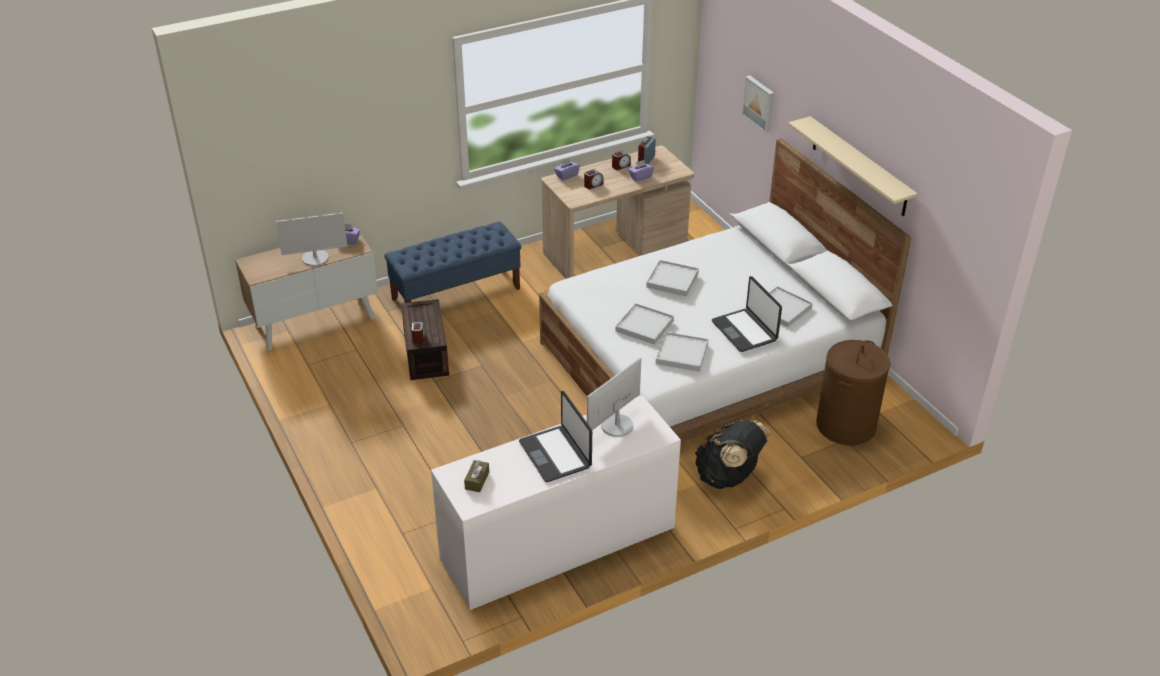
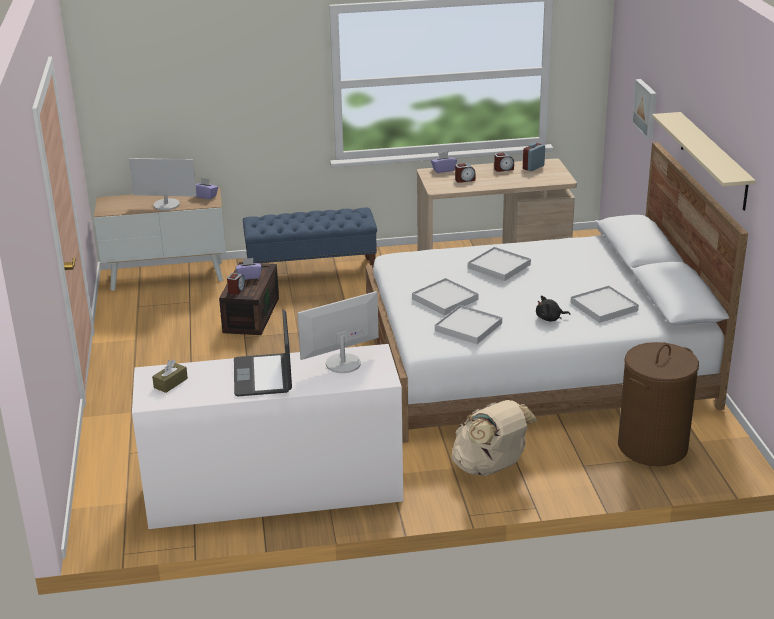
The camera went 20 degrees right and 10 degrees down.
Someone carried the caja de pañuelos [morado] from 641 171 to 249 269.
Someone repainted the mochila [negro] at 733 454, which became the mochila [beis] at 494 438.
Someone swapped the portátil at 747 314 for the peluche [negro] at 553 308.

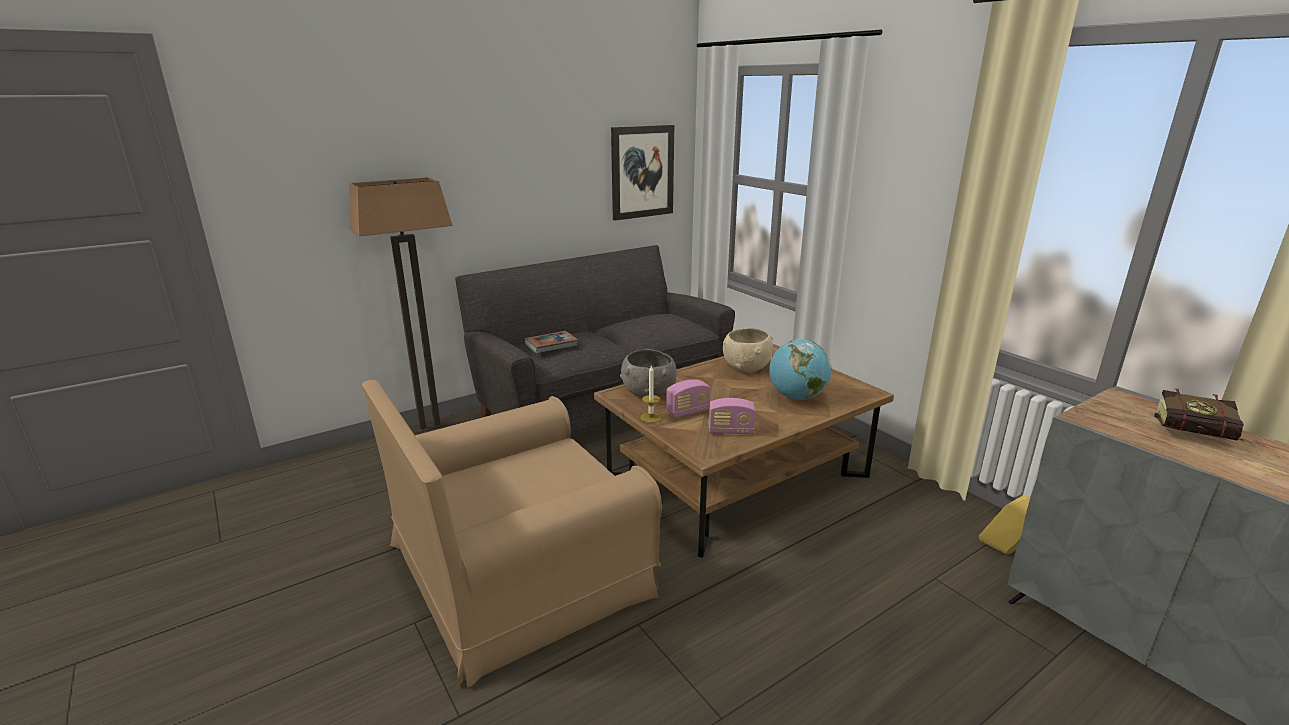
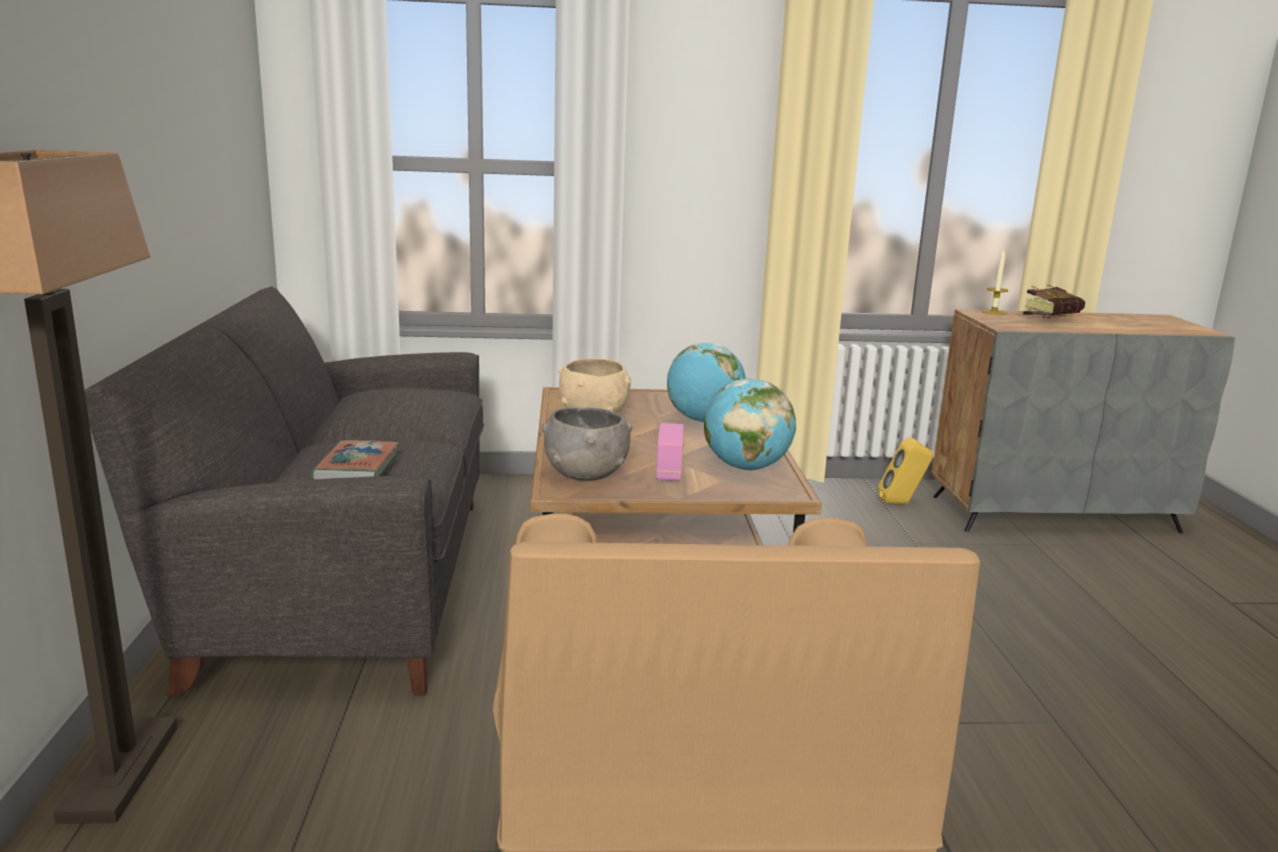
The camera went 60 degrees left and 5 degrees down.
Someone swapped the radio at 732 416 for the globo terráqueo at 750 424.
Someone carried the vela from 651 394 to 995 282.
Someone took away the cuadro at 642 173.

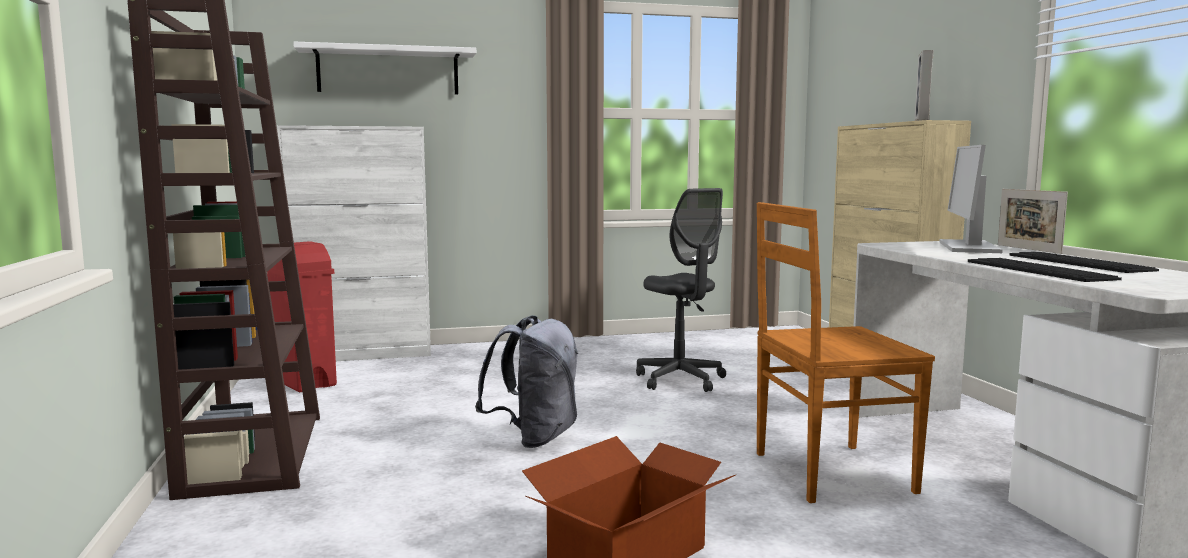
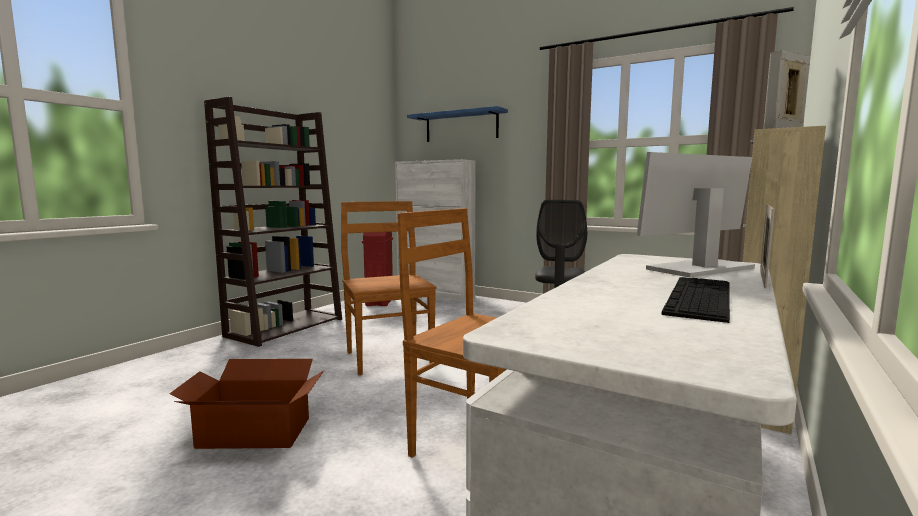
The camera went 45 degrees right and 0 degrees up.
Someone swapped the mochila [gris] at 526 381 for the silla [marrón] at 389 288.
Someone repainted the estante [blanco] at 384 68, which became the estante [azul] at 457 124.
Someone took away the teclado at 1045 270.

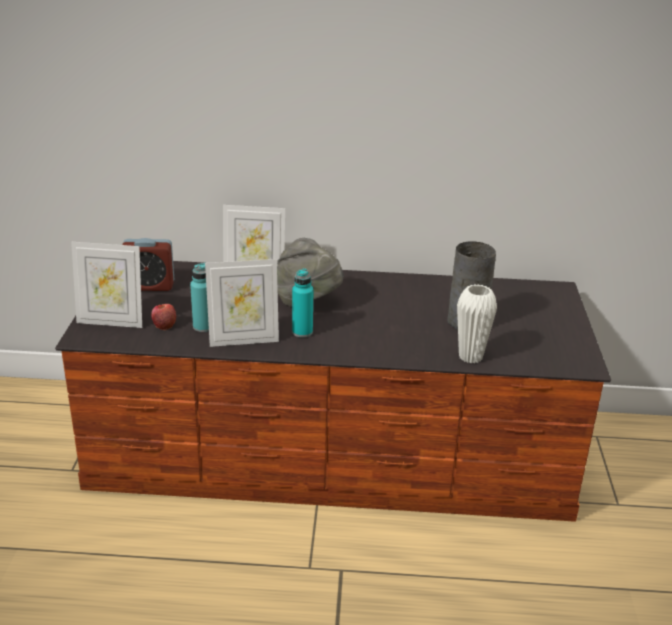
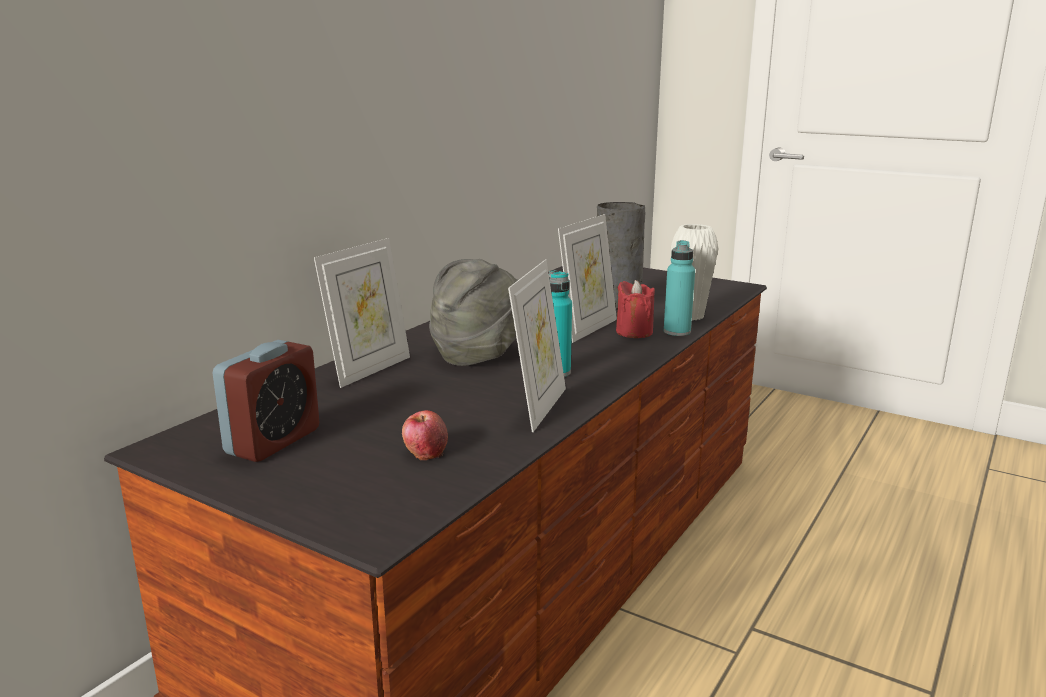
The camera went 60 degrees left and 10 degrees down.
Someone carried the portarretratos from 106 285 to 587 278.
Someone put down the vela [rojo] at 635 309.
Someone carried the botella [turquesa] from 199 297 to 679 288.

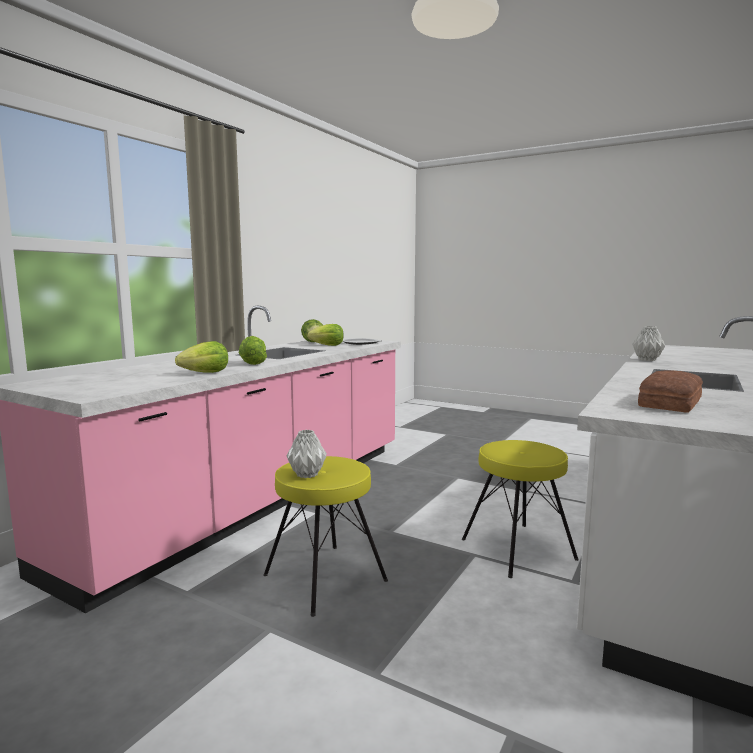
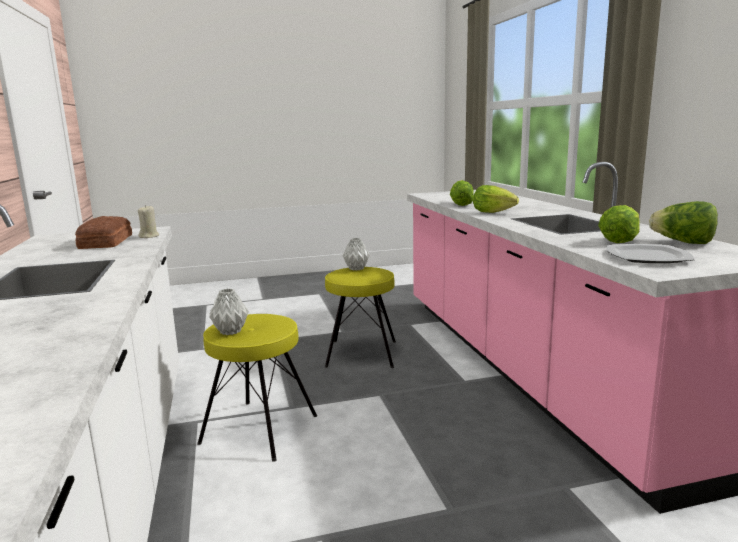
The camera went 135 degrees right and 5 degrees up.
Someone put down the vela [beis] at 148 221.
Someone carried the florero [gris] from 648 343 to 229 311.

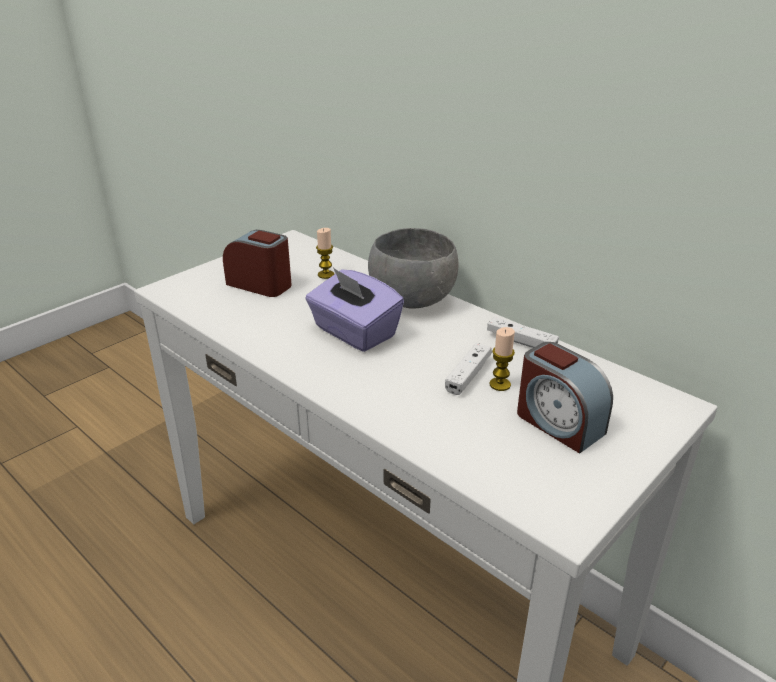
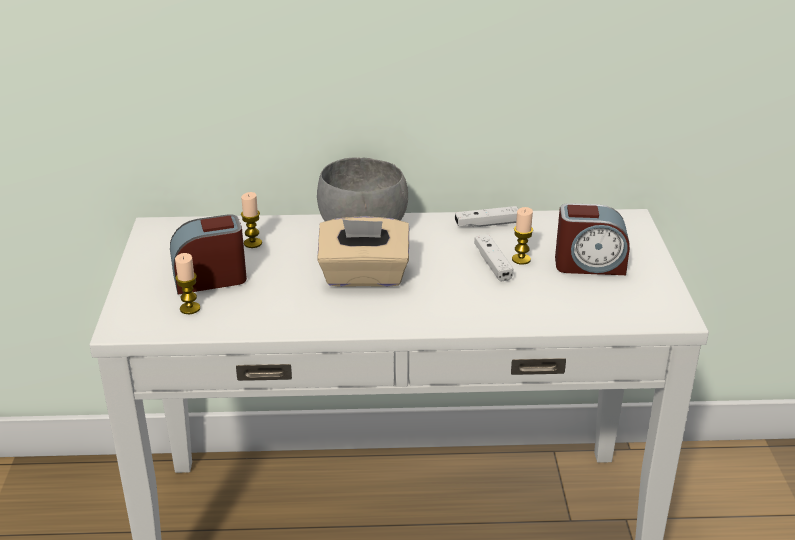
The camera went 45 degrees left and 0 degrees up.
Someone put down the vela at 187 283.
Someone repainted the caja de pañuelos [morado] at 354 310, which became the caja de pañuelos [beis] at 363 251.

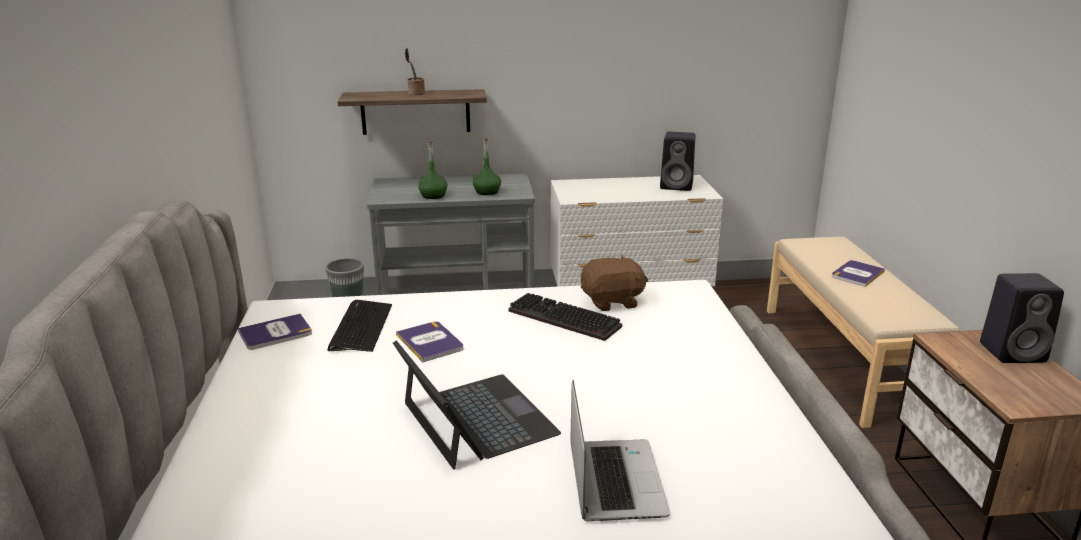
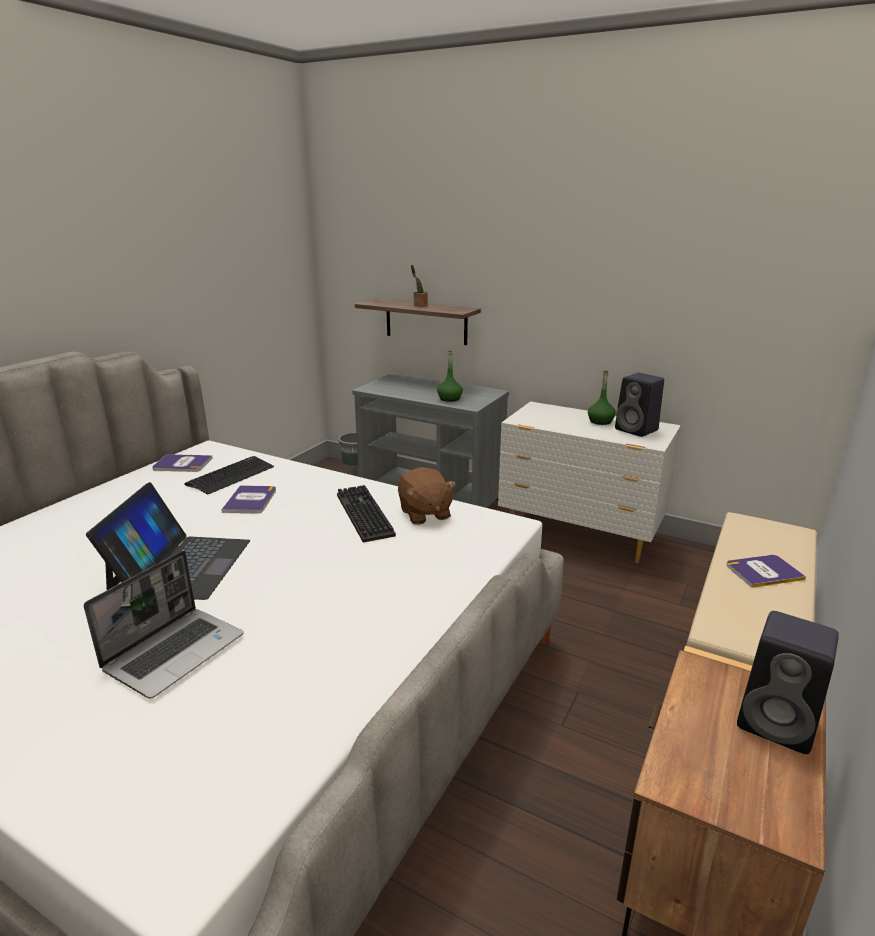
The camera went 35 degrees right and 0 degrees up.
Someone rotated the peluche [marrón] at 614 283 by 45 degrees clockwise.
Someone carried the botella [verde] from 433 170 to 602 397.

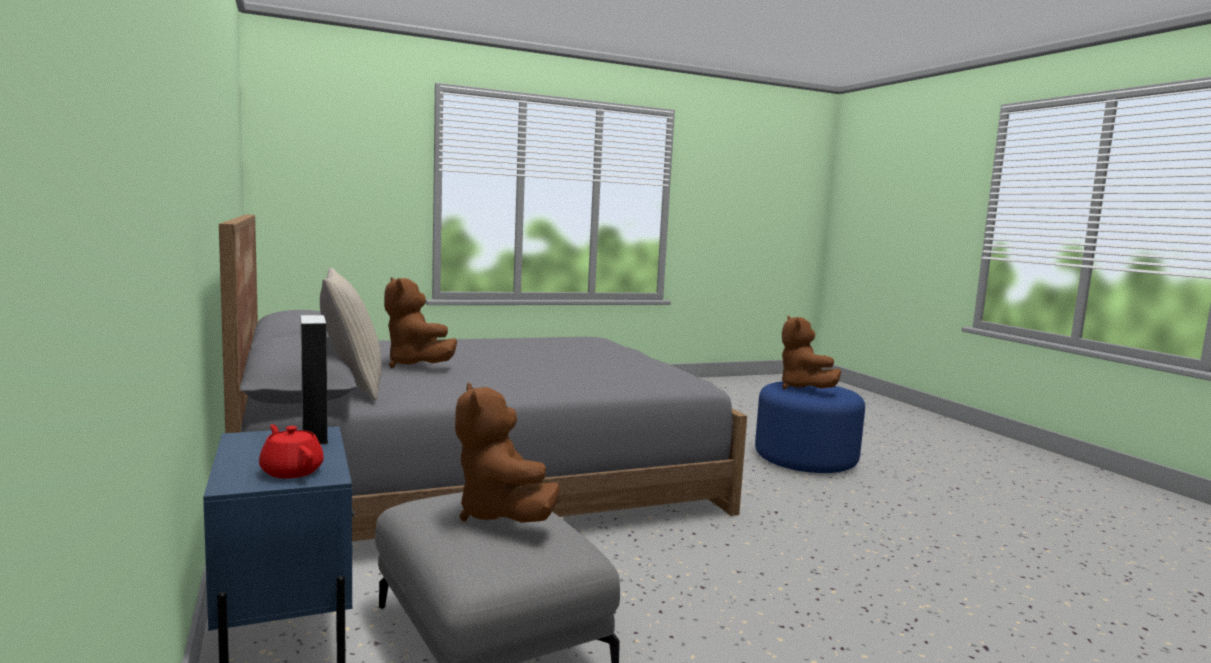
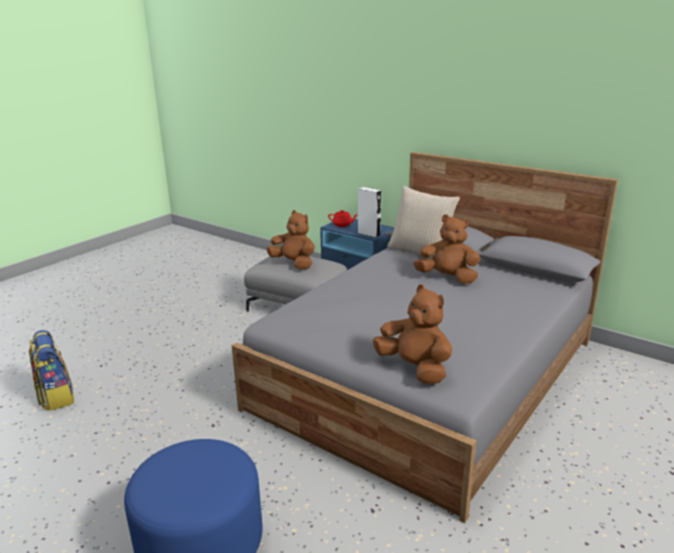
The camera went 150 degrees right and 15 degrees up.
Someone put down the mochila at 51 370.
Someone carried the peluche [marrón] from 811 352 to 412 334.

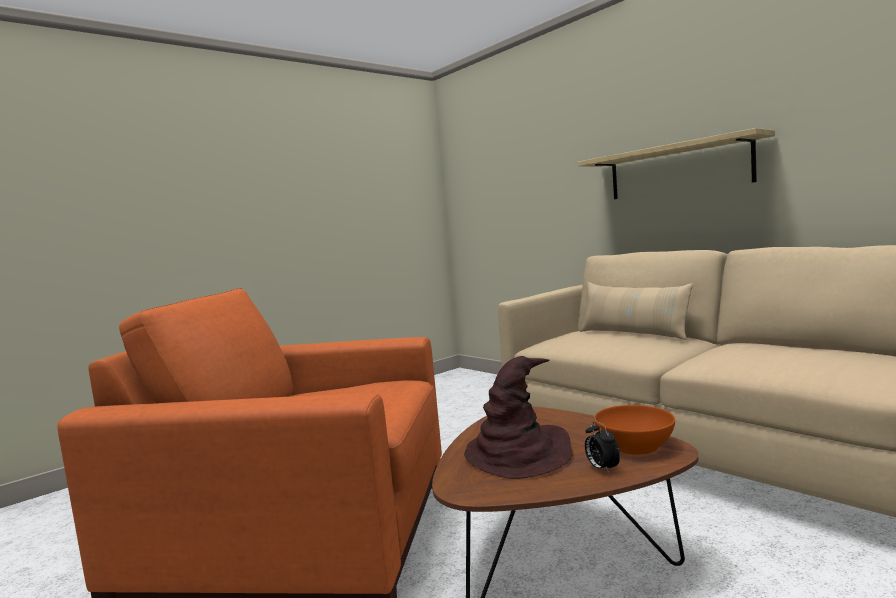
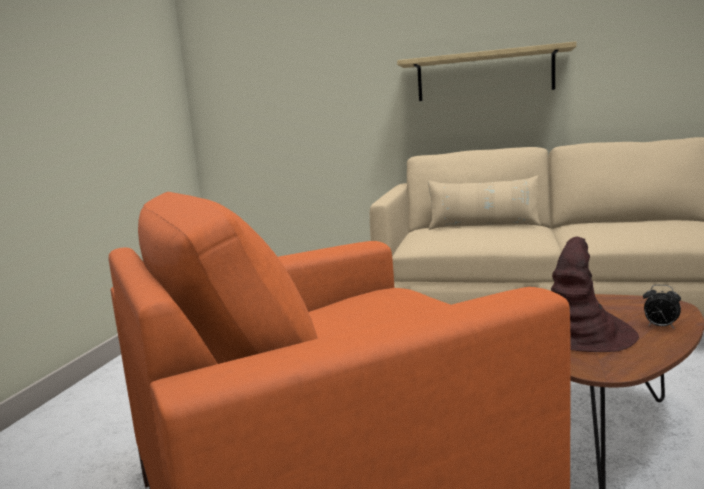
The camera went 35 degrees left and 5 degrees up.
Someone took away the cuenco [naranja] at 634 430.

